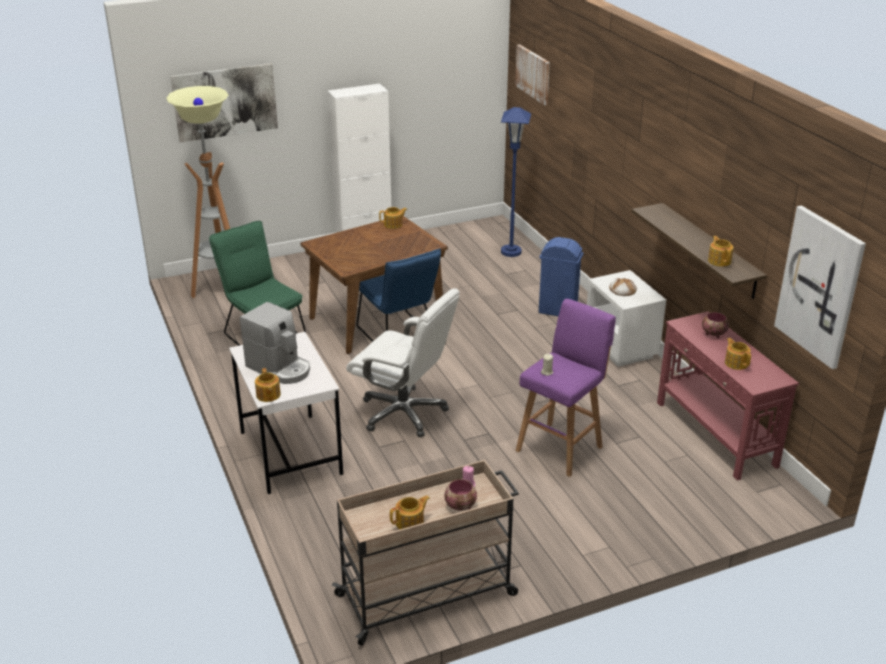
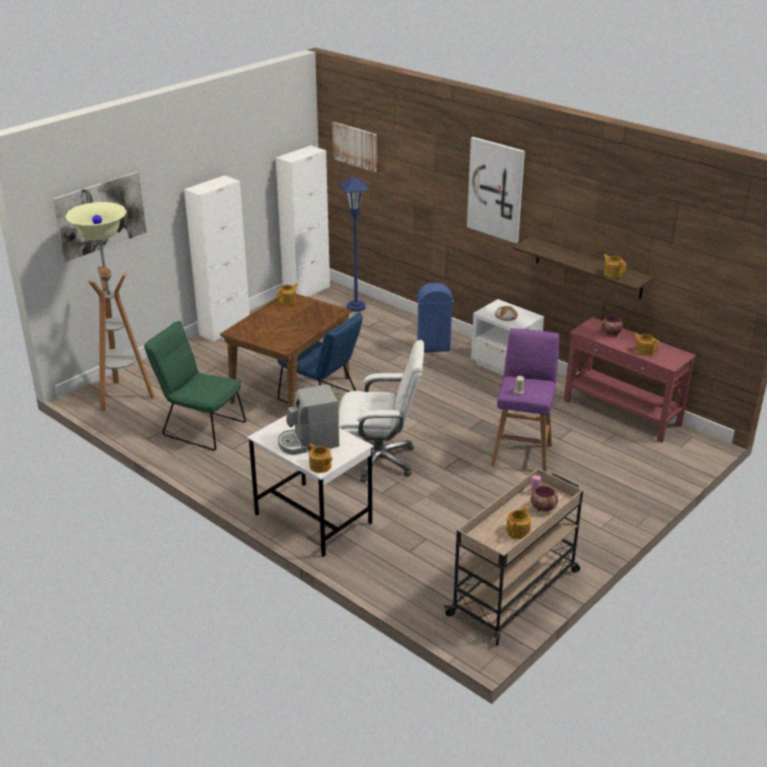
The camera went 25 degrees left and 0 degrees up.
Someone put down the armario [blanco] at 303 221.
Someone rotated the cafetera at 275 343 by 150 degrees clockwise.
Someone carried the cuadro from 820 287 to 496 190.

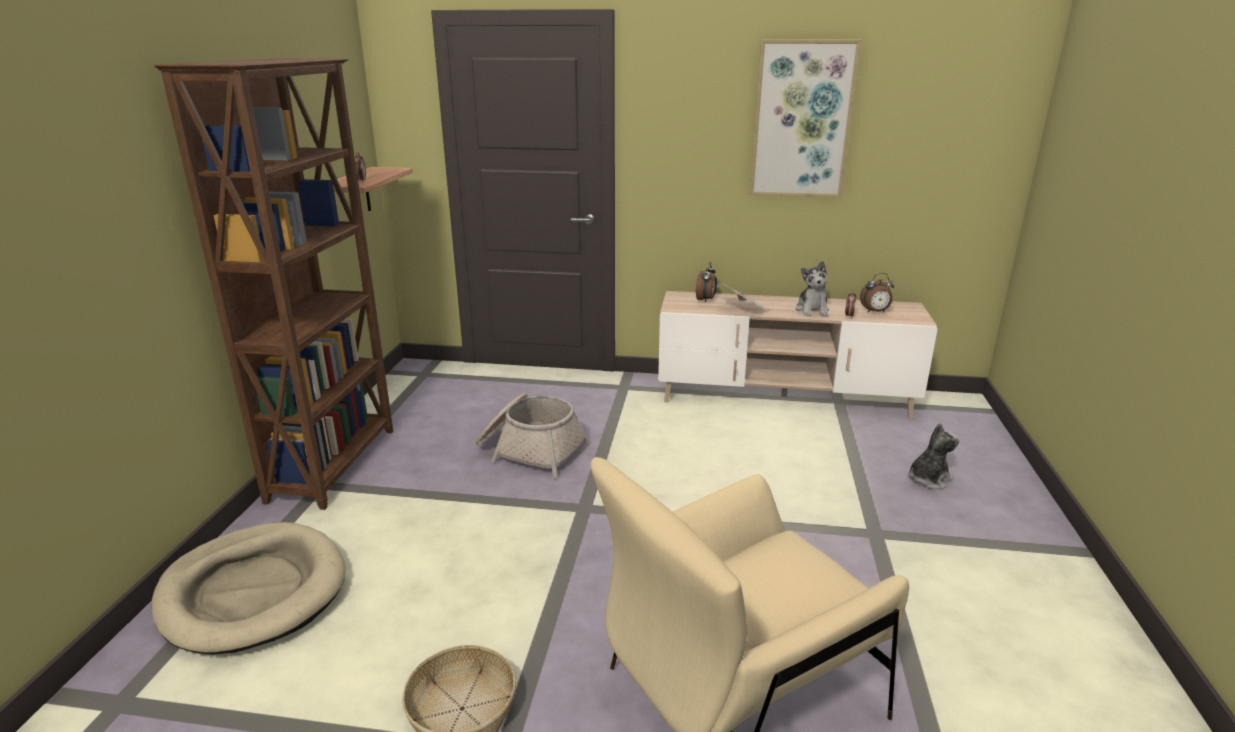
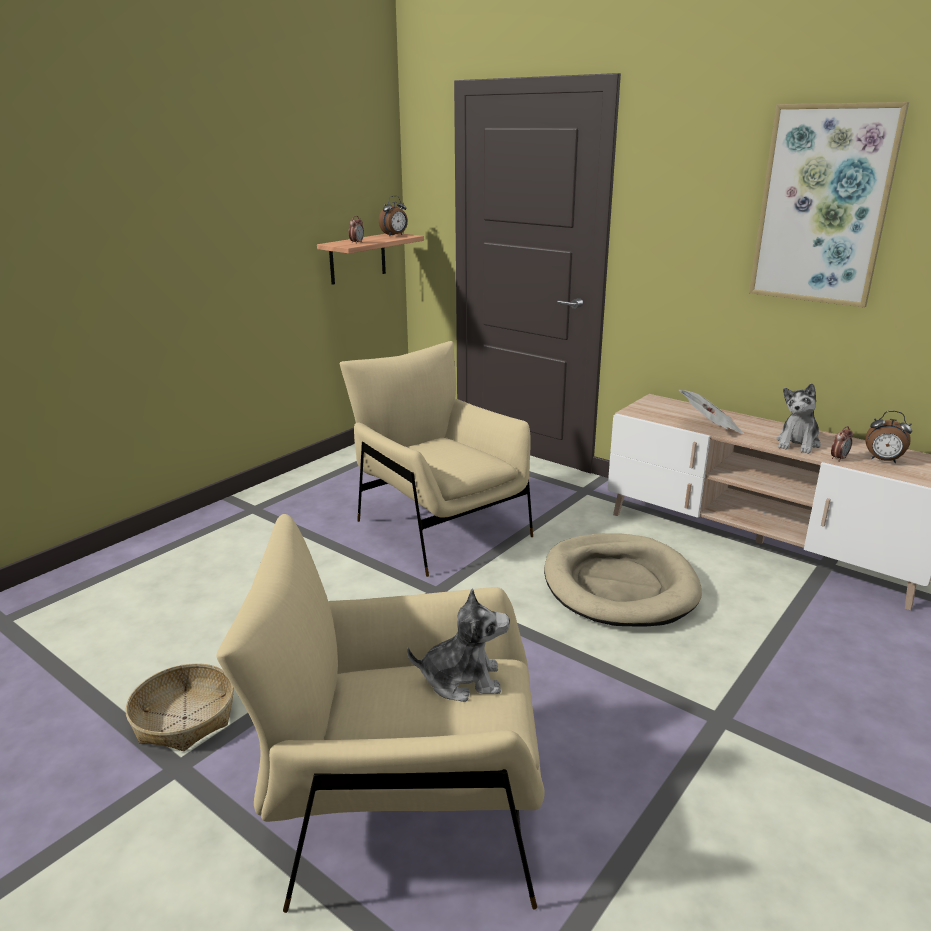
The camera went 30 degrees right and 0 degrees up.
Someone swapped the cesta at 533 435 for the sillón [beis] at 436 459.
Someone carried the despertador from 706 282 to 393 215.
Someone carried the peluche from 933 456 to 458 645.
Someone carried the cama para perro [beis] from 249 588 to 623 580.
Someone took away the estantería [marrón] at 273 284.

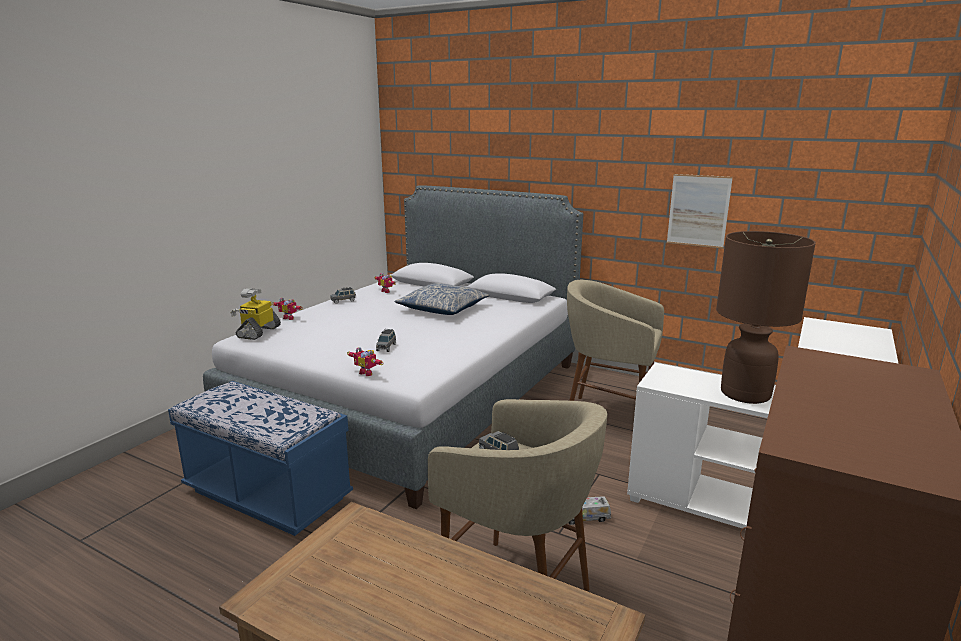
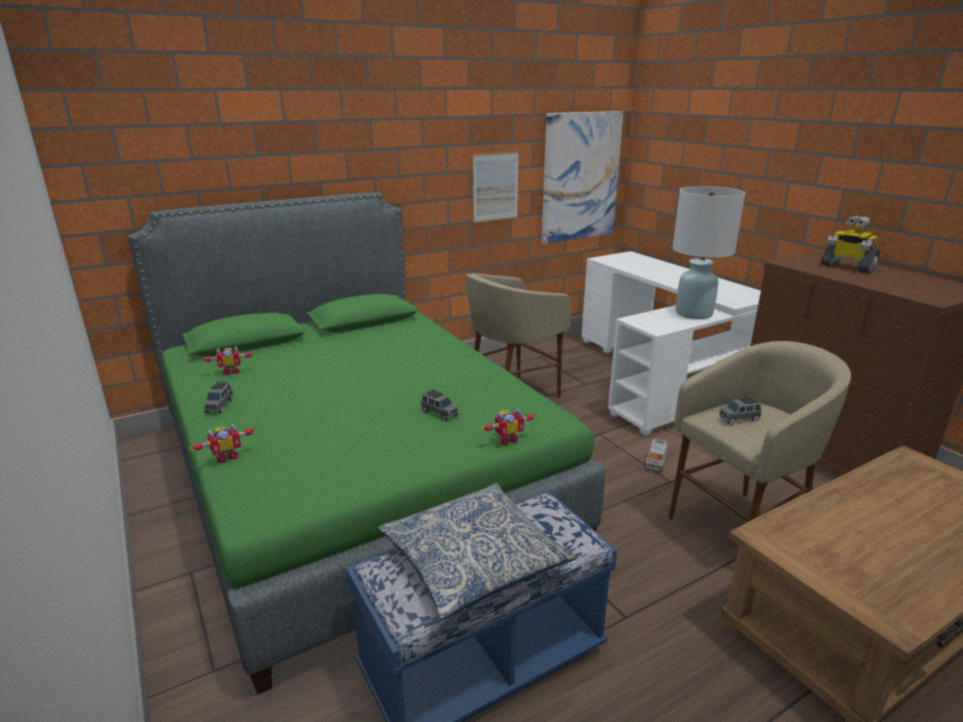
The camera went 60 degrees left and 5 degrees up.
Someone repainted the cama [gris] at 393 347, which became the cama [verde] at 366 443.
Someone carried the cojín from 441 299 to 478 551.
Someone put up the cuadro at 582 177.
Someone repainted the lámpara de mesa [marrón] at 766 317, which became the lámpara de mesa [blanco] at 708 252.
Someone carried the robot de juguete from 256 314 to 850 244.

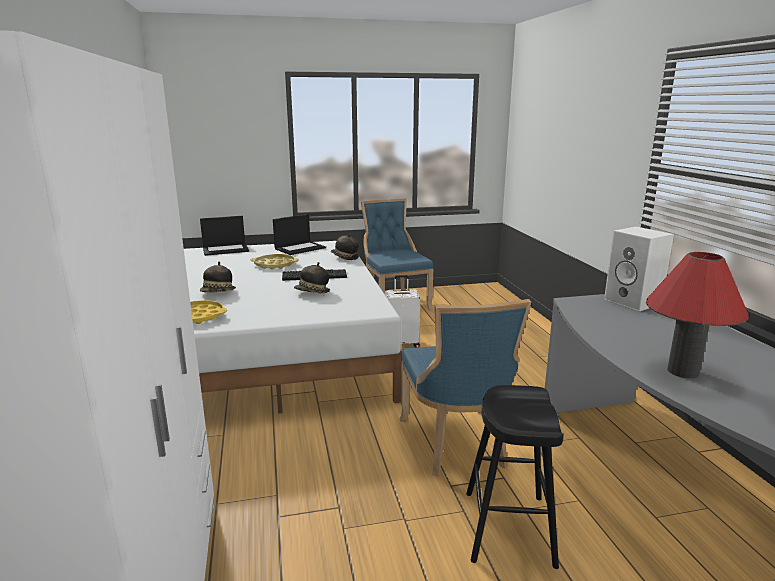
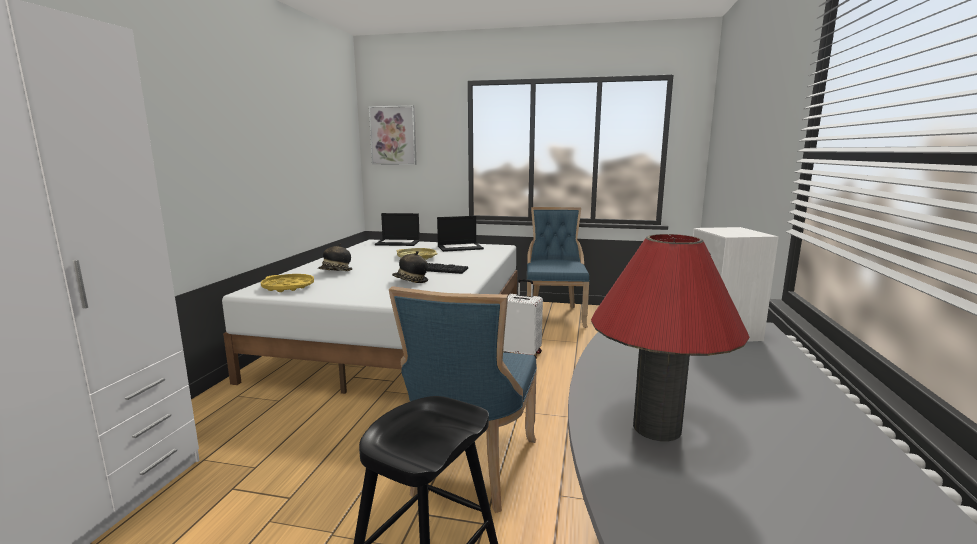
The camera went 25 degrees right and 5 degrees down.
Someone put up the cuadro at 393 135.
Someone took away the sombrero at 345 247.

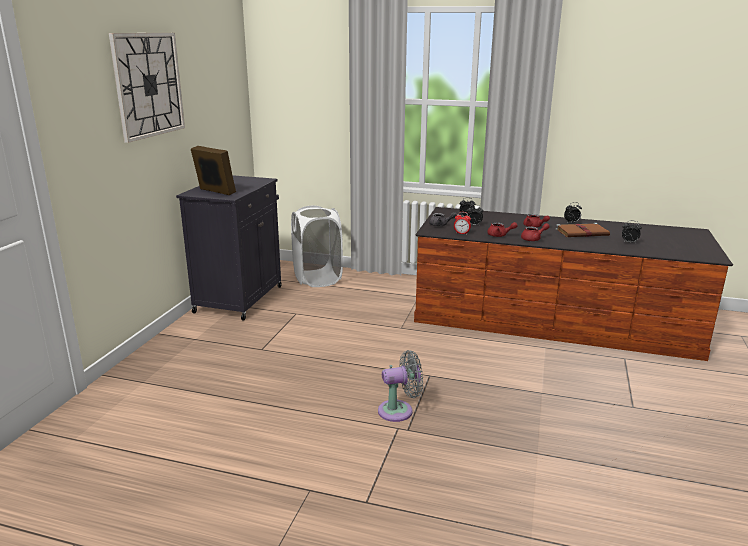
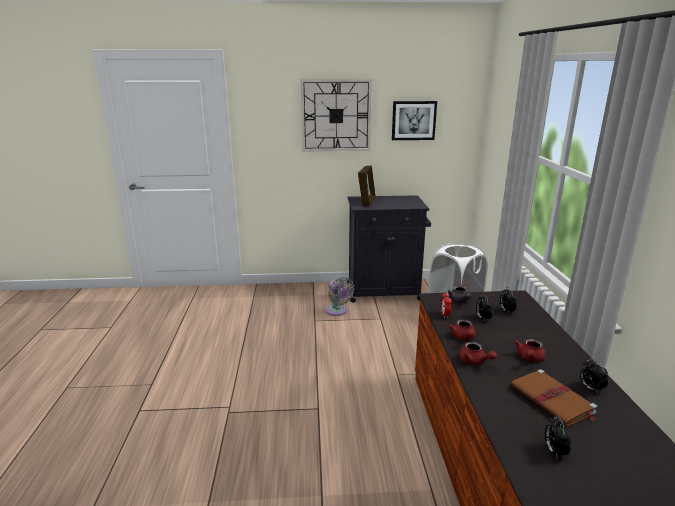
The camera went 70 degrees right and 0 degrees up.
Someone carried the ventilador [gris] from 400 386 to 340 296.
Someone put up the cuadro at 414 120.

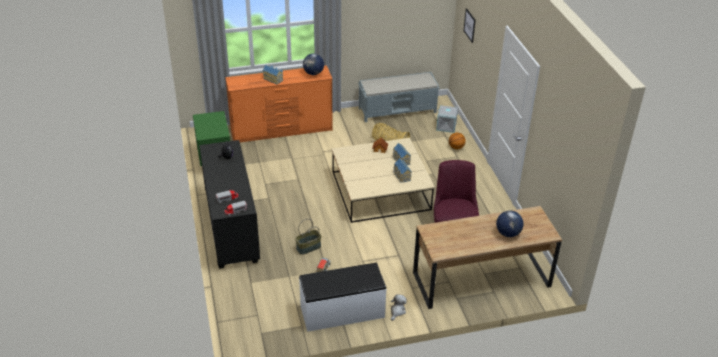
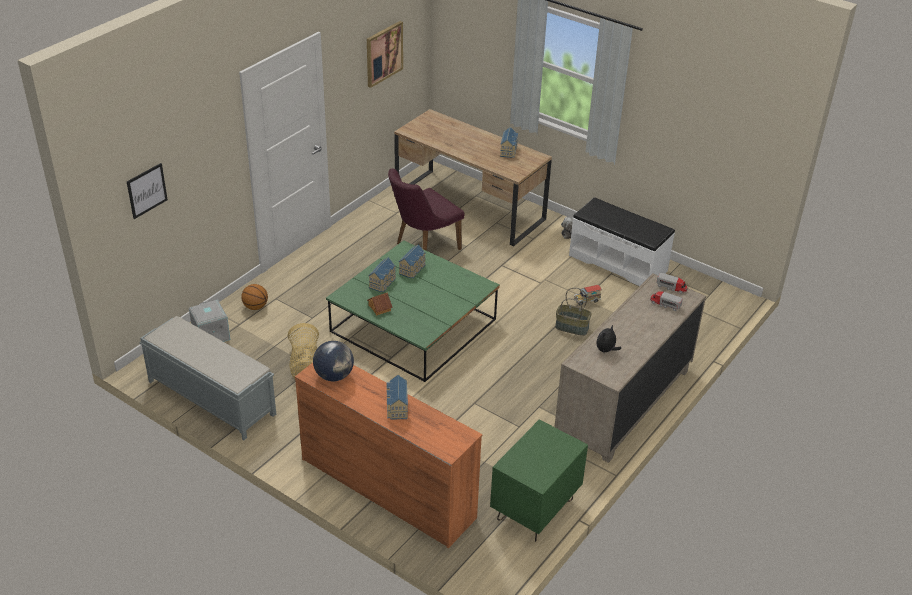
The camera went 130 degrees left and 0 degrees up.
Someone repainted the mesa de centro [beis] at 383 180, which became the mesa de centro [verde] at 413 311.
Someone put up the cuadro at 385 54.
Someone put down the casita at 509 142.
Someone repainted the cómoda [negro] at 229 204, which became the cómoda [beis] at 630 368.
Someone took away the globo terráqueo at 510 223.

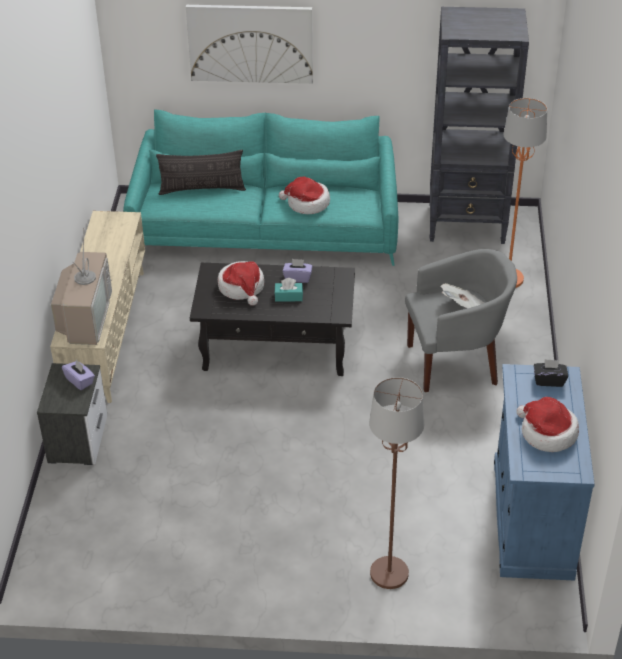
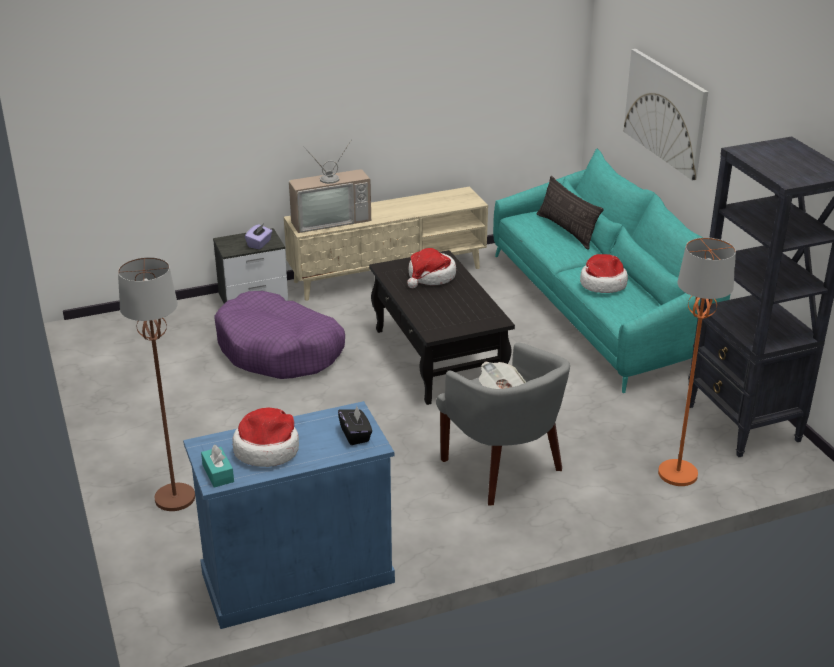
The camera went 65 degrees right and 10 degrees down.
Someone carried the caja de pañuelos [turquesa] from 289 290 to 217 466.
Someone put down the cama para perro [morado] at 280 335.
Someone took away the caja de pañuelos [morado] at 297 271.

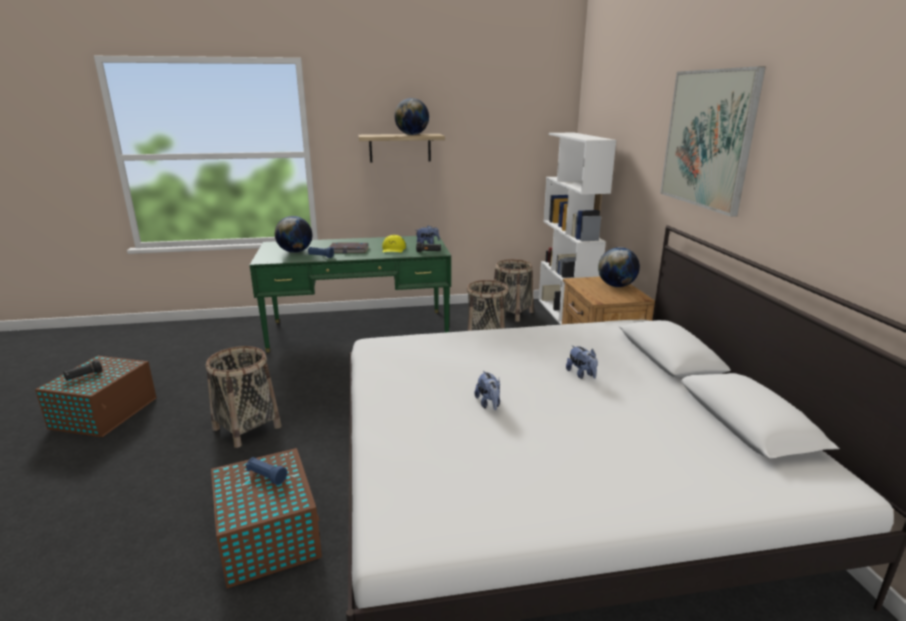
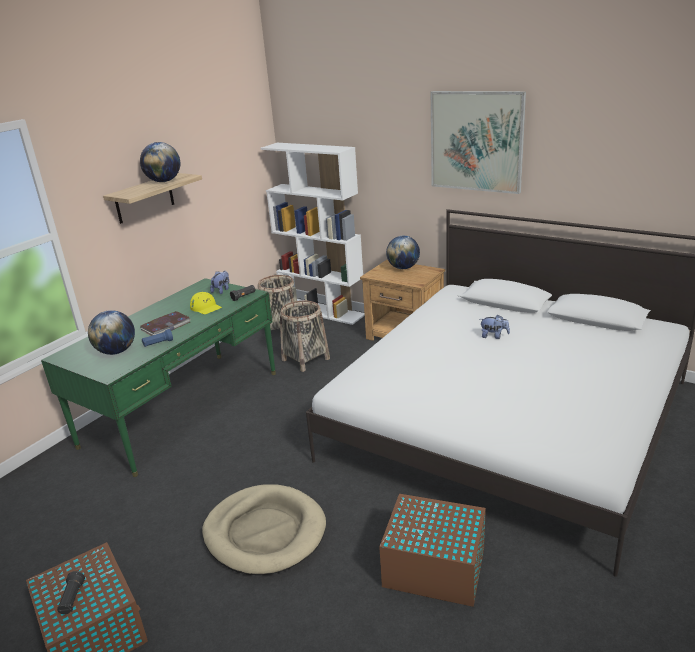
The camera went 45 degrees left and 5 degrees up.
Someone swapped the cesta at 244 397 for the cama para perro [beis] at 264 530.
Someone took away the linterna [azul] at 266 471.
Someone took away the peluche at 487 390.

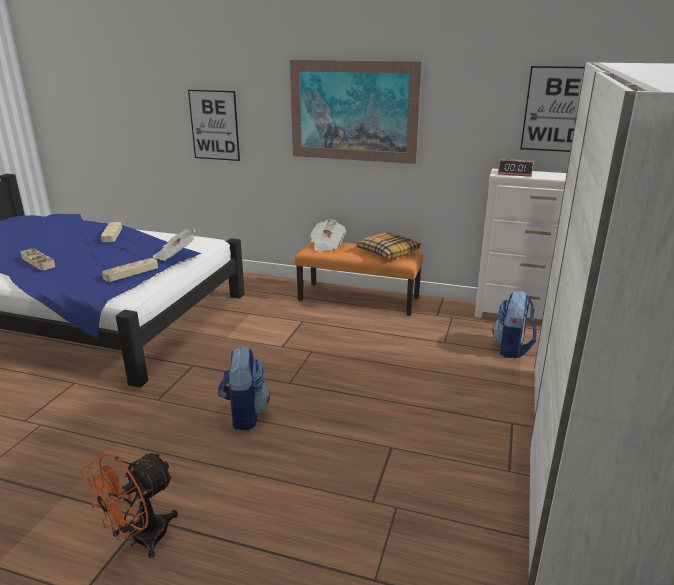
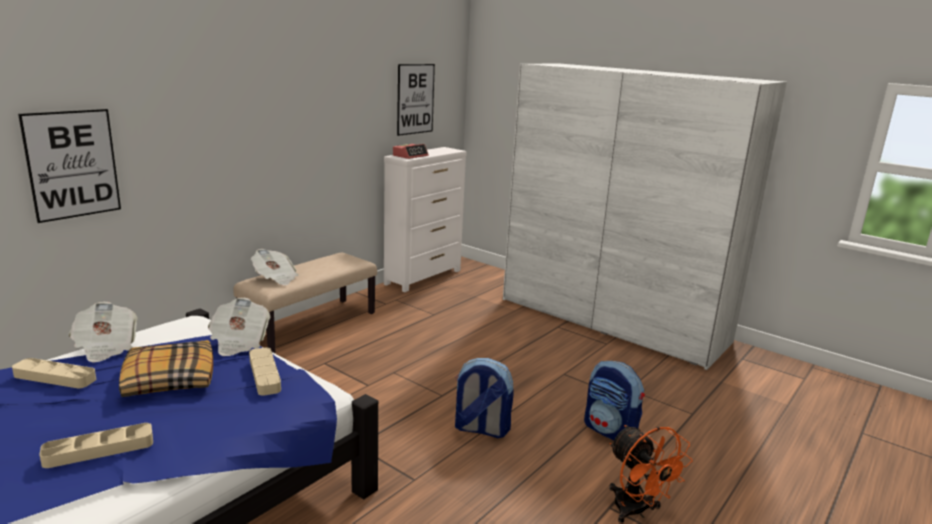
The camera went 70 degrees left and 5 degrees down.
Someone put down the periódico at 103 332.
Someone carried the cojín from 389 246 to 166 368.
Someone repainted the banco [naranja] at 359 278, which became the banco [beis] at 305 303.
Someone carried the mochila from 514 324 to 614 401.
Someone took away the cuadro at 356 112.

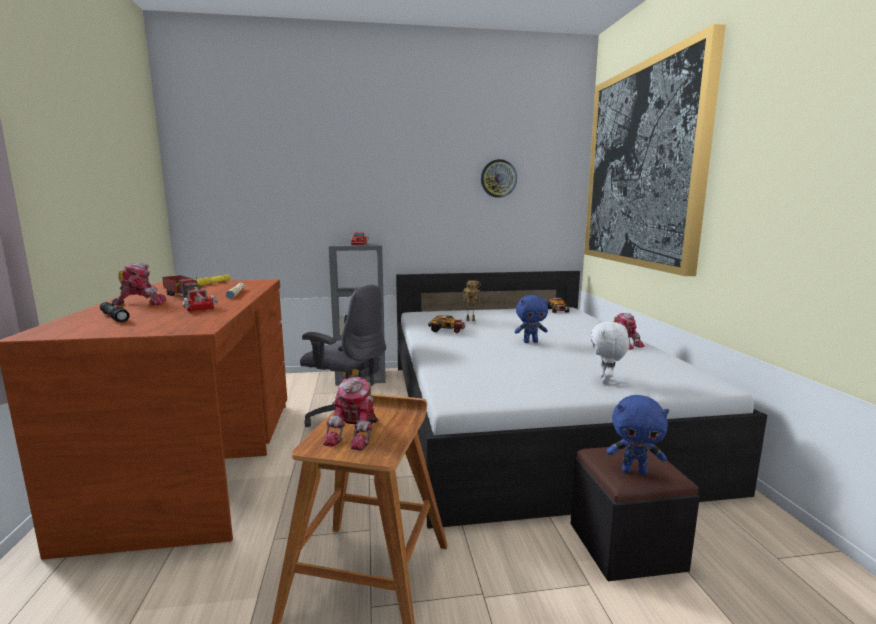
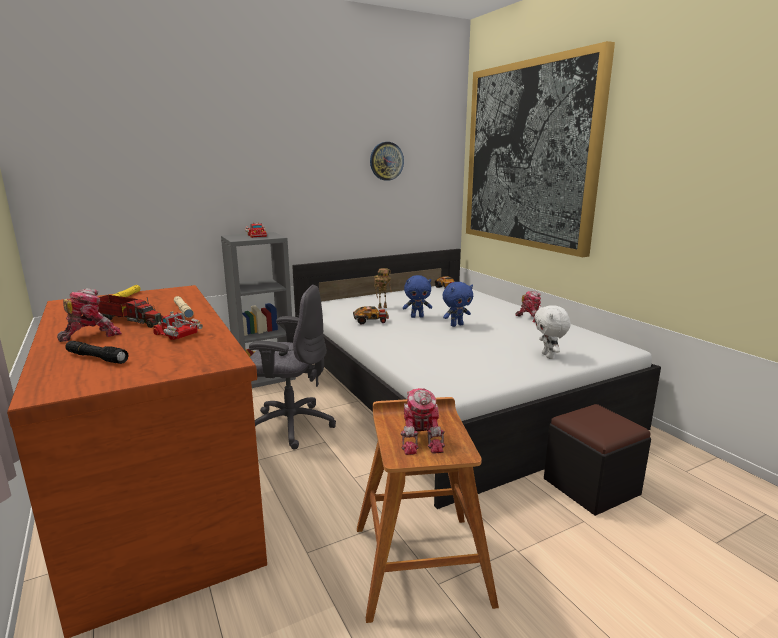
The camera went 20 degrees left and 5 degrees up.
Someone carried the peluche [azul] from 638 435 to 417 296.

